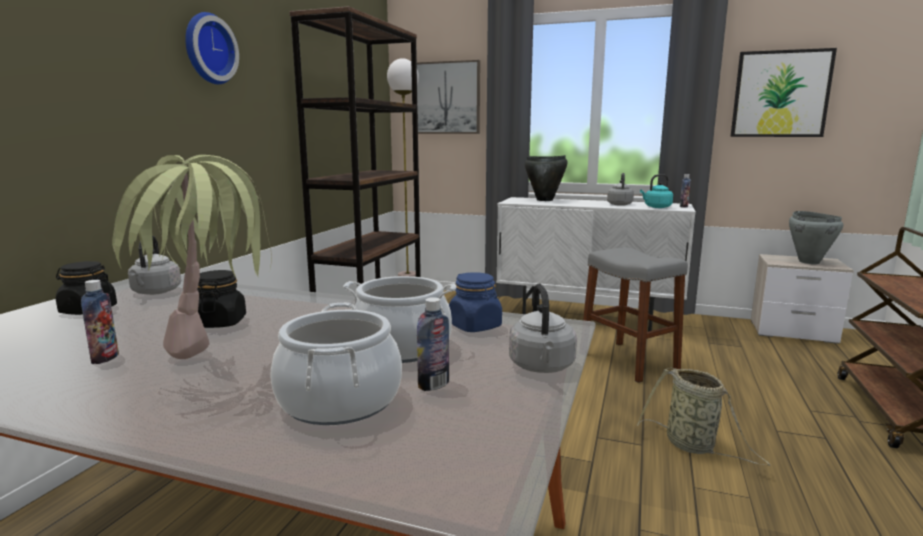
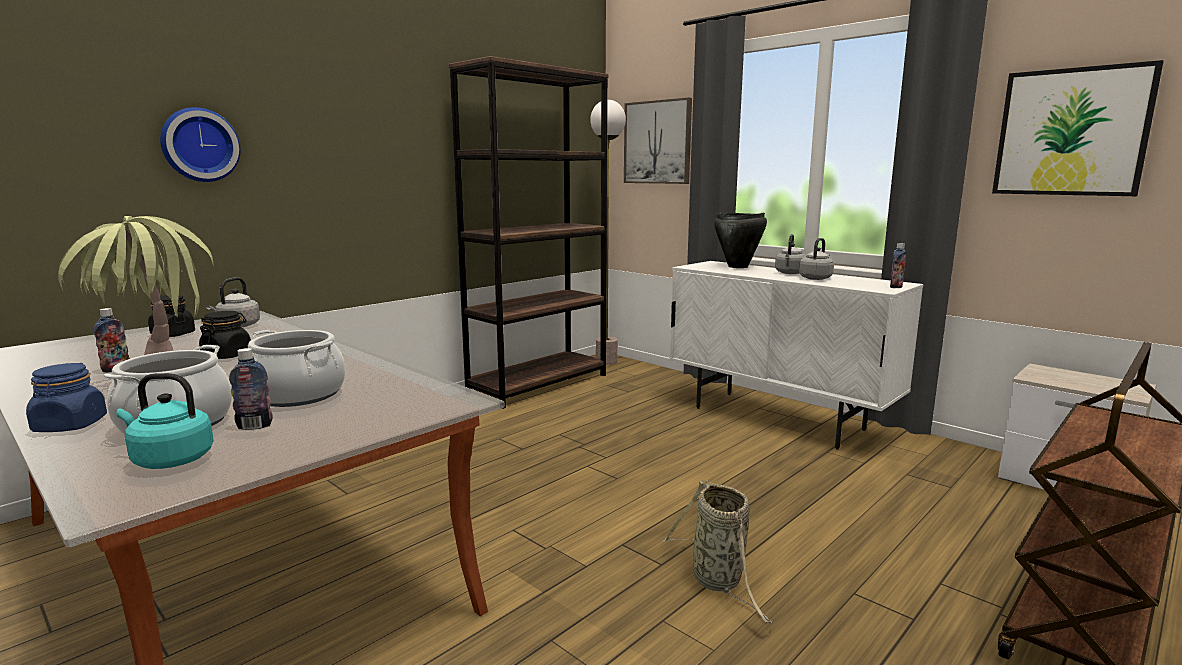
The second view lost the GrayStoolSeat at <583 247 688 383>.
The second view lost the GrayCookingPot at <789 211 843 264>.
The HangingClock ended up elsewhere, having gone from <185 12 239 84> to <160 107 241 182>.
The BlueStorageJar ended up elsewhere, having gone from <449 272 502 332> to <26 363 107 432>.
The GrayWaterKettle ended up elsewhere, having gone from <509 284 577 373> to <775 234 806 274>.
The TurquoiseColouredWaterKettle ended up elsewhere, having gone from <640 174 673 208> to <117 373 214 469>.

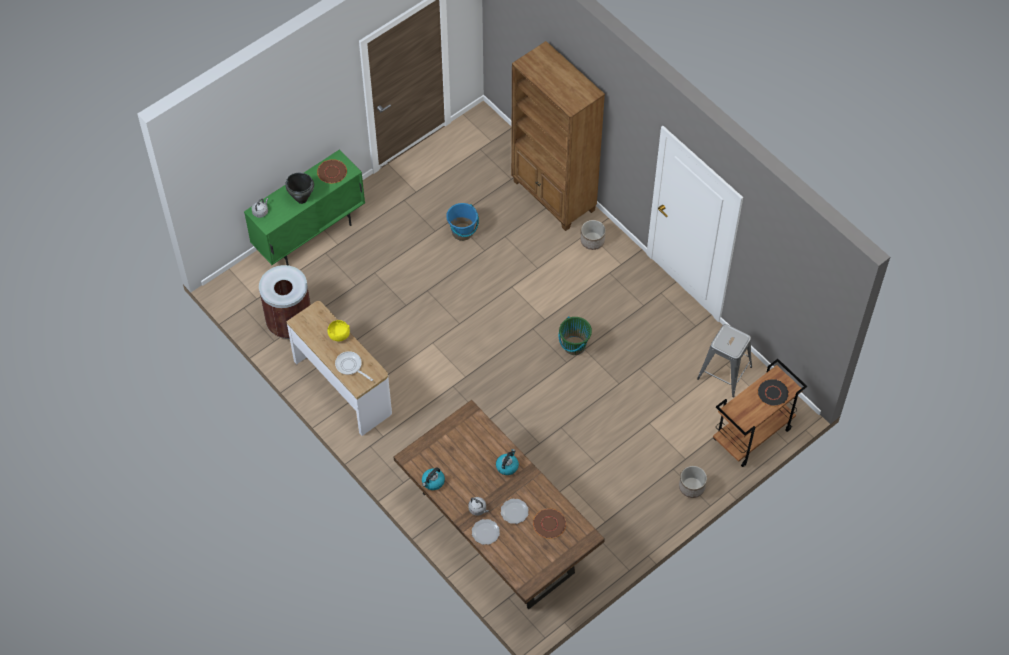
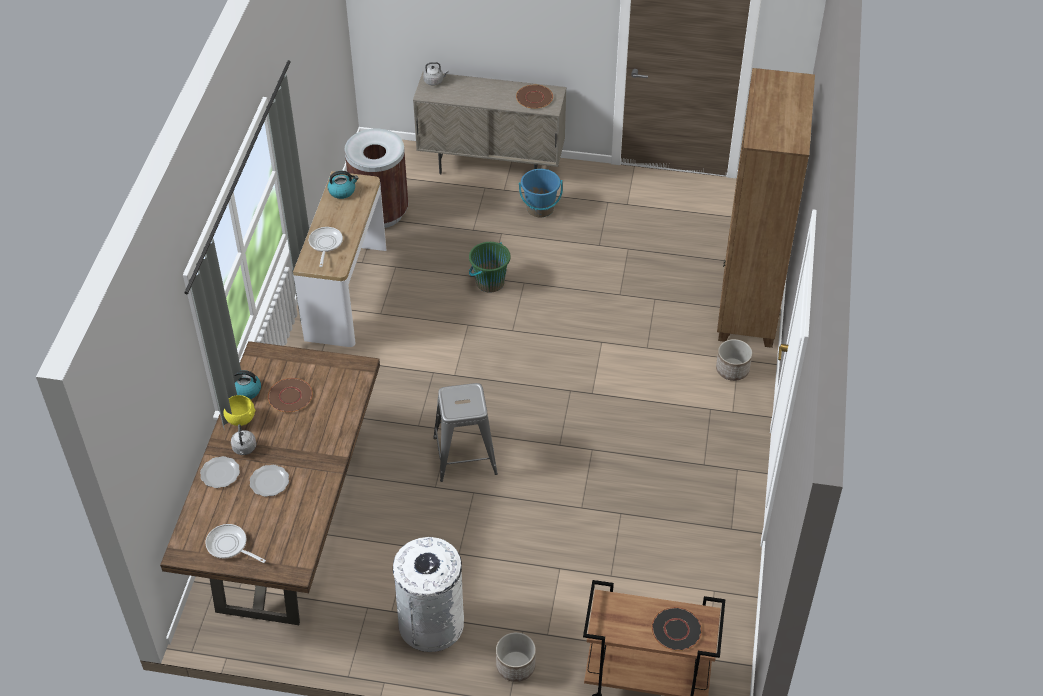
The second view lost the BlackColouredCookingPot at <285 173 314 204>.
The second view gained the Skillet at <206 524 266 563>.
The second view gained the WhitishRubbishBin at <393 537 464 652>.
The YellowColouredServingBowl ended up elsewhere, having gone from <327 320 350 341> to <224 395 255 426>.
The BluePail ended up elsewhere, having gone from <446 203 479 241> to <519 169 563 217>.
The WaterKettle ended up elsewhere, having gone from <496 449 519 475> to <328 171 359 199>.
The BrownDinnerPlate ended up elsewhere, having gone from <533 508 566 539> to <268 378 313 412>.
The GreenPail ended up elsewhere, having gone from <559 317 592 355> to <469 242 510 293>.
The GrayStoolSeat ended up elsewhere, having gone from <697 324 752 397> to <433 383 498 482>.
What was the GreenCupboard at <244 150 365 266> turned into the SandColouredCupboard at <413 71 566 174>.

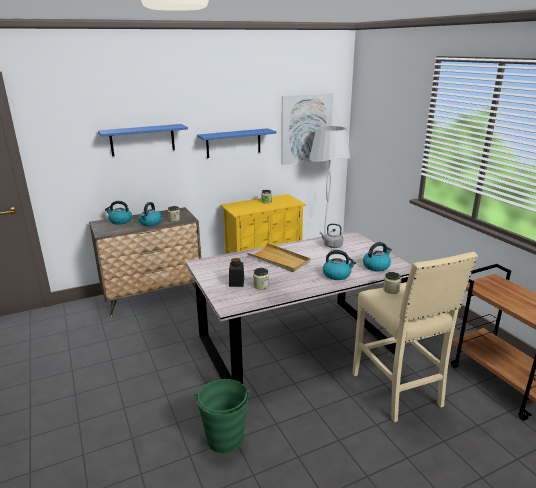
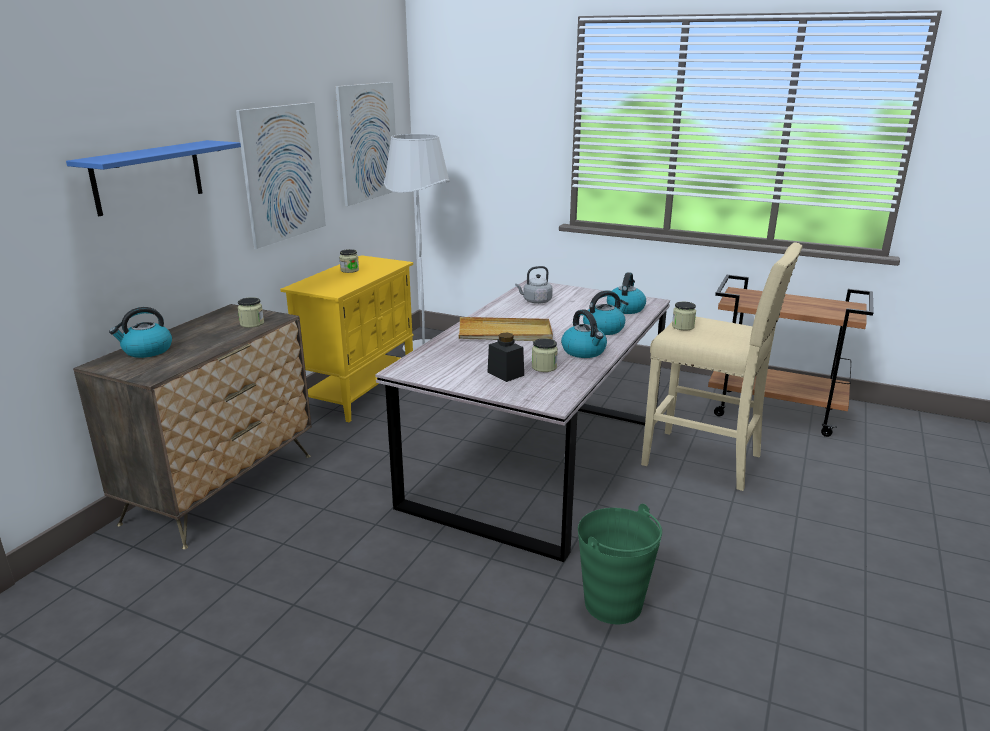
The WaterKettle ended up elsewhere, having gone from <139 202 162 226> to <561 309 607 358>.
Where the BlueBracketShelf hung at <197 128 276 158>, the WallArt came to hang at <236 102 326 249>.

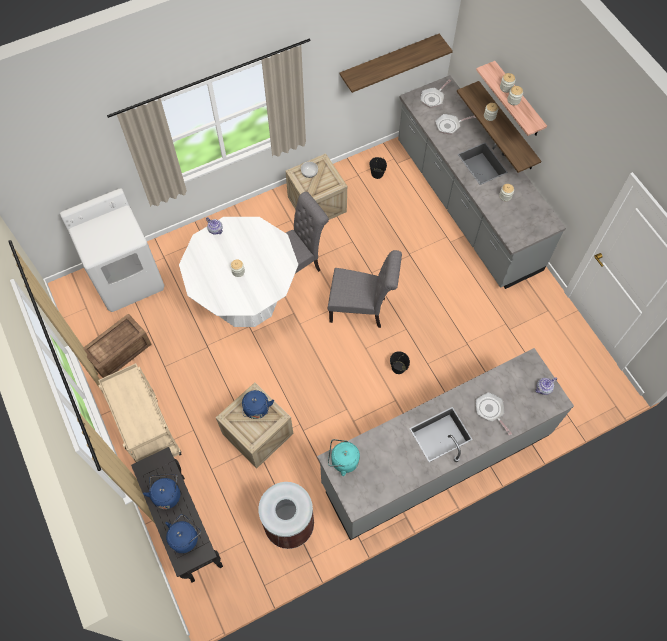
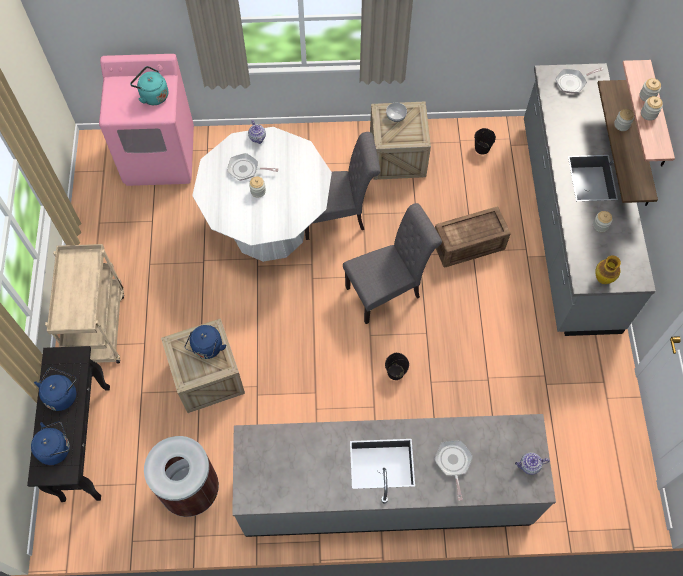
The second view lost the BracketShelf at <339 34 453 93>.
The second view gained the FlowerVase at <595 256 621 284>.
The ShippingCrate ended up elsewhere, having gone from <83 314 151 378> to <435 207 511 268>.
The TurquoiseColouredWaterKettle ended up elsewhere, having gone from <328 439 360 476> to <130 66 168 105>.
The Skillet ended up elsewhere, having gone from <435 114 476 135> to <227 153 278 181>.
What was the WhitishWashingMachine at <60 188 165 312> turned into the PinkColouredWashingMachine at <99 54 194 186>.
The GrayPlainChair at <328 250 402 328> ended up facing another way, 60 degrees counterclockwise from before.

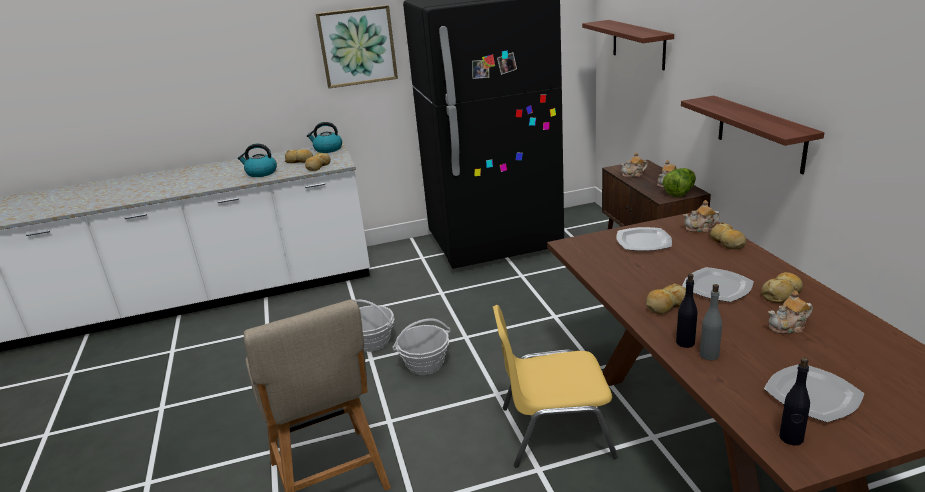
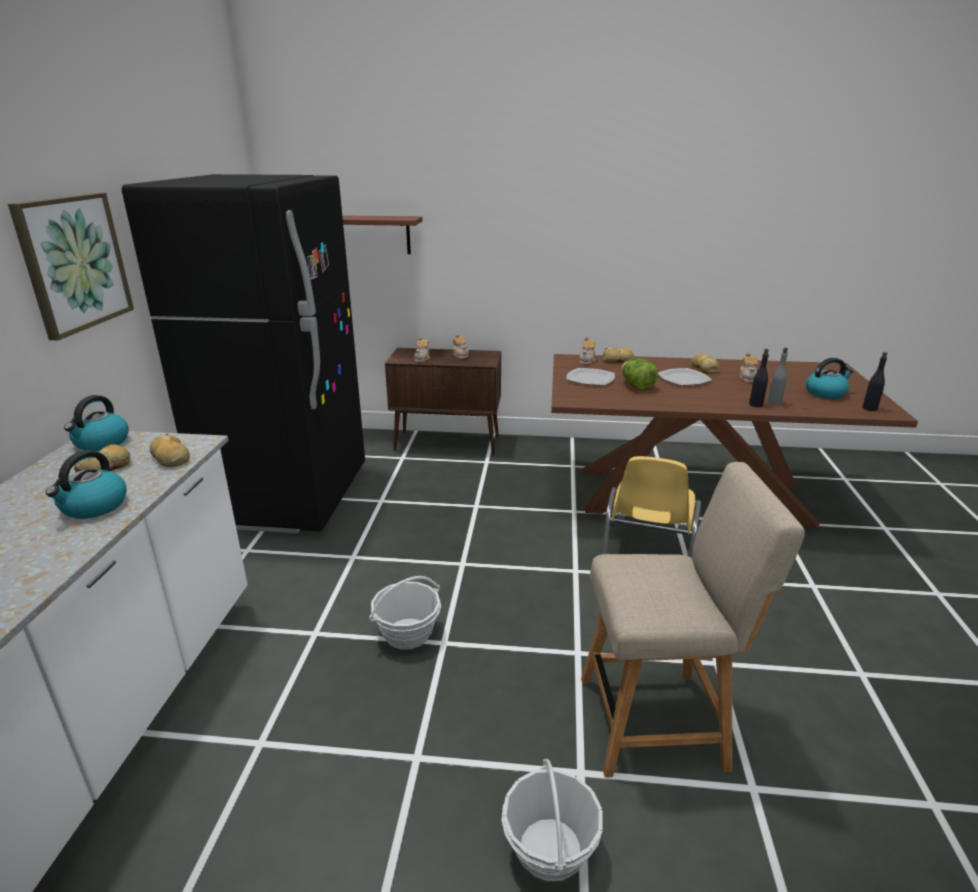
The second view lost the BakeryBread at <646 283 686 314>.
The second view lost the BracketShelf at <681 95 825 174>.
The Basket ended up elsewhere, having gone from <393 318 451 375> to <502 759 603 882>.
The LettuceHead ended up elsewhere, having gone from <663 168 696 197> to <621 359 658 391>.
Where the DinnerPlate stood at <764 364 864 422>, the WaterKettle came to stand at <806 358 853 399>.

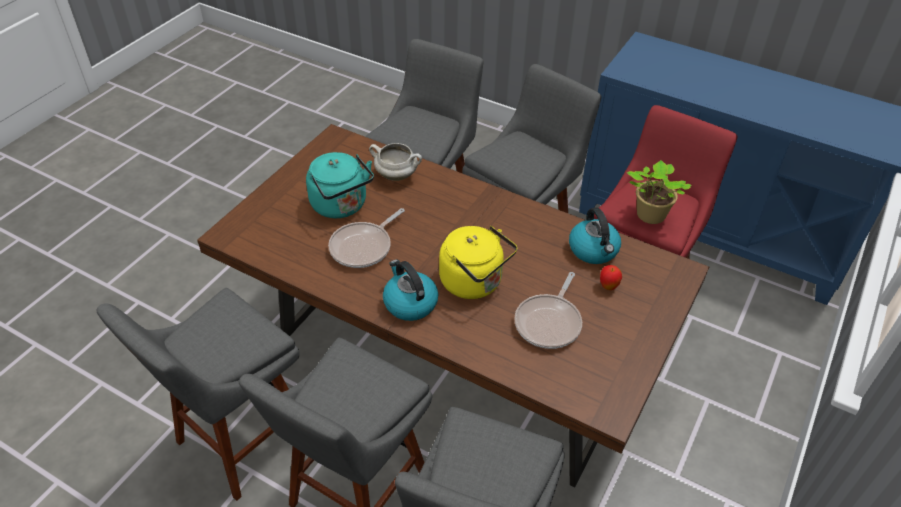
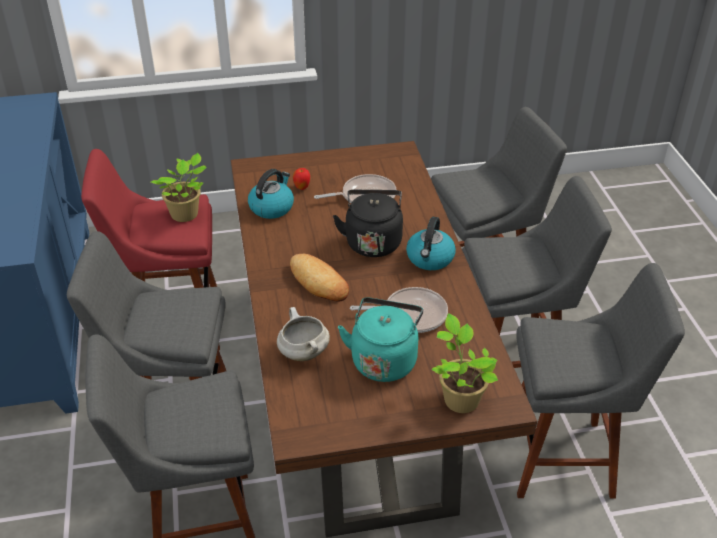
The second view gained the BakeryBread at <290 254 349 302>.
The second view gained the PottedPlant at <432 313 498 413>.
What was the YellowColouredWaterKettle at <439 226 518 299> turned into the BlackColouredWaterKettle at <333 190 403 257>.

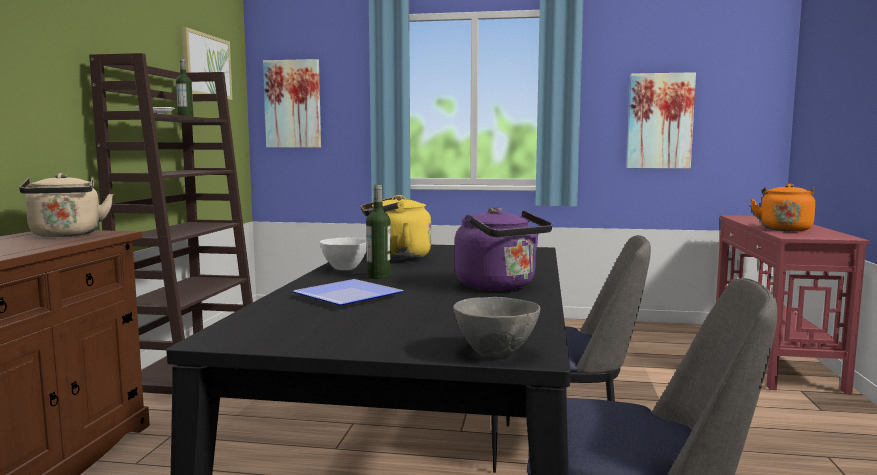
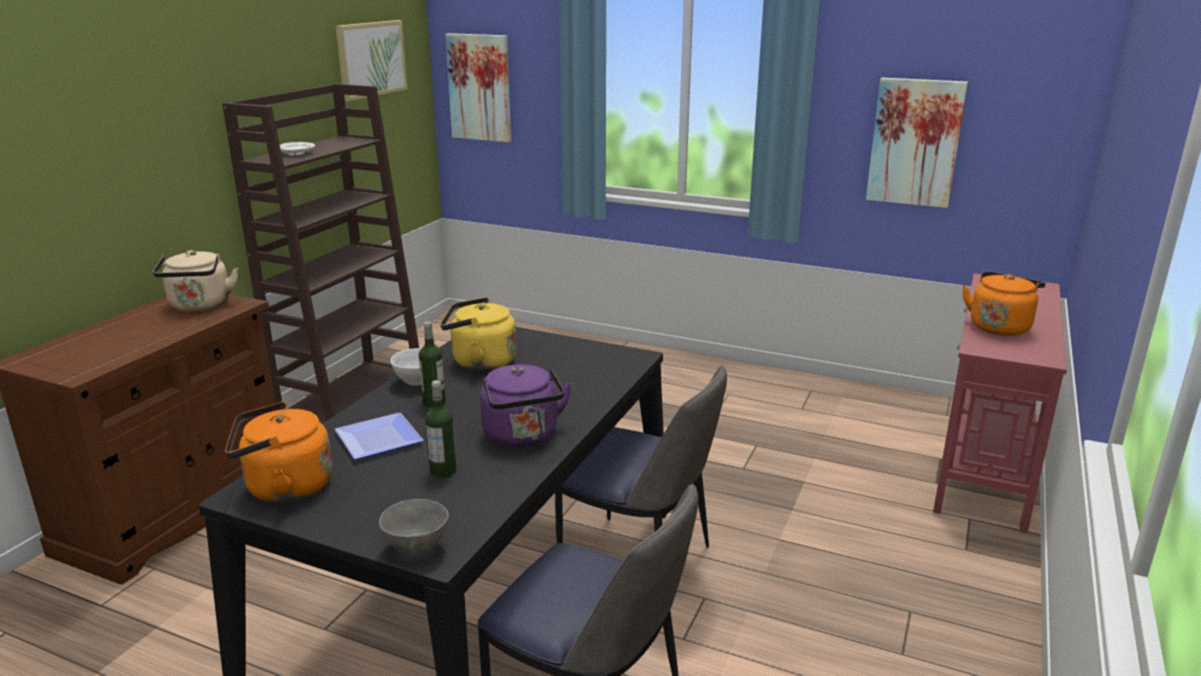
The second view gained the OrangeyWaterKettle at <225 402 332 503>.
The DrinkBottle ended up elsewhere, having gone from <176 59 194 117> to <425 380 456 478>.

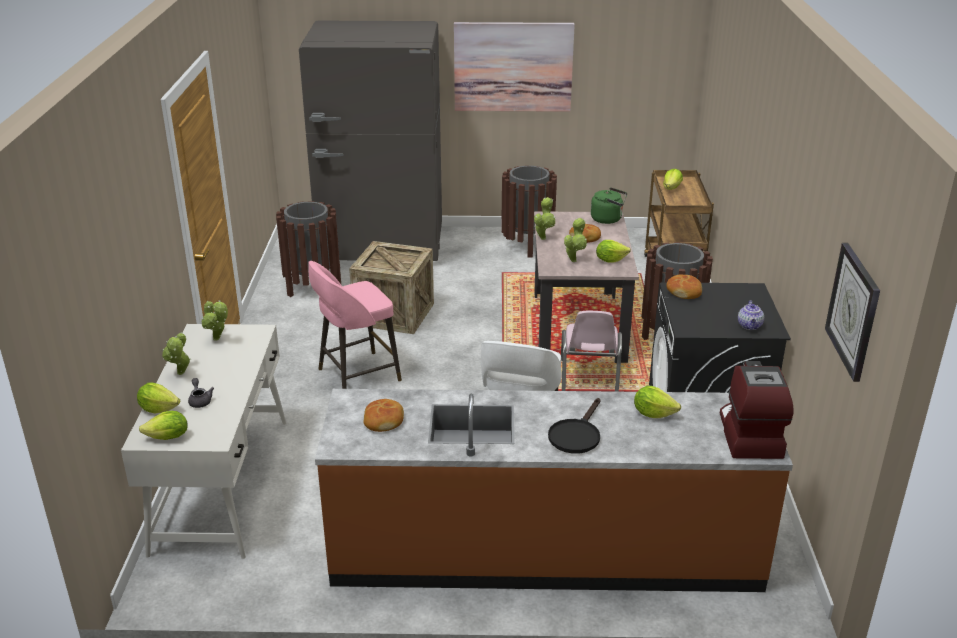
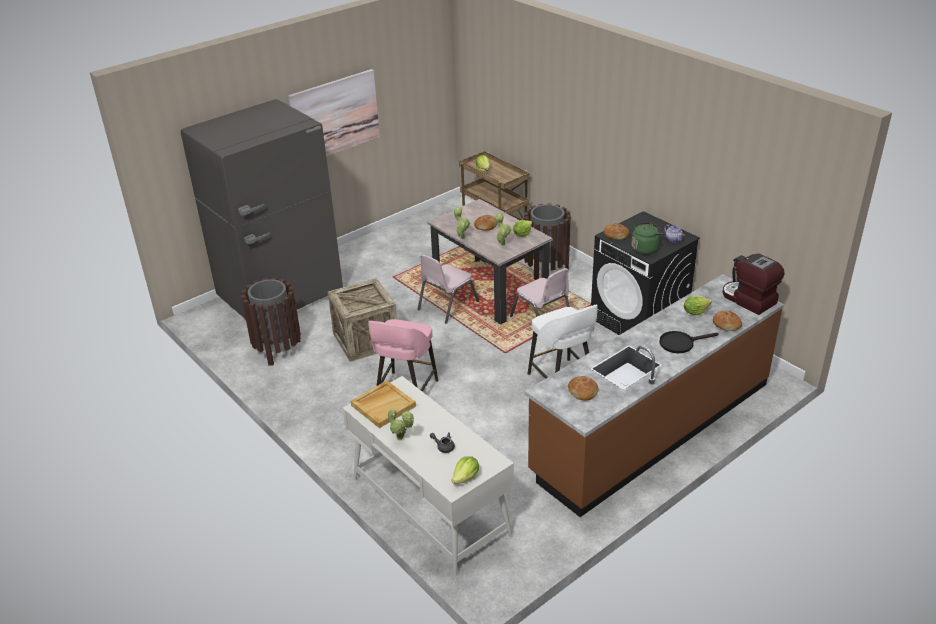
The second view lost the LettuceHead at <137 382 180 413>.
The second view lost the BrownRubbishBin at <501 166 557 258>.
The second view lost the HangingClock at <825 243 880 382>.
The second view gained the PinkColouredPlainChair at <417 254 479 324>.
The second view gained the BakeryBread at <713 311 742 331>.
The GreenWaterKettle ended up elsewhere, having gone from <591 187 627 224> to <631 222 666 255>.
Where the PottedPlant stood at <202 300 228 341>, the SandColouredTray came to stand at <351 381 416 428>.
The BlackColouredSkillet at <548 398 601 454> ended up facing another way, 90 degrees clockwise from before.

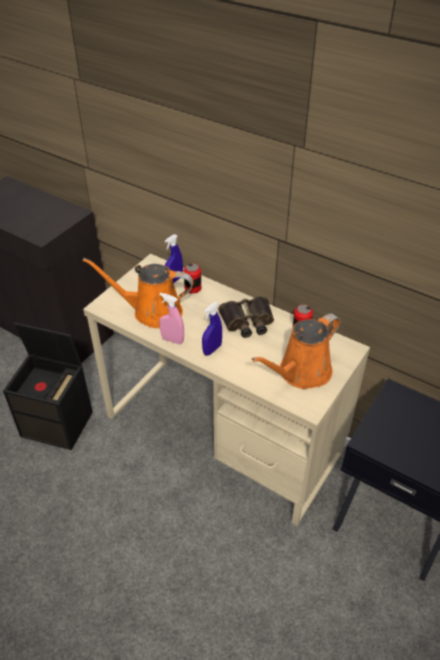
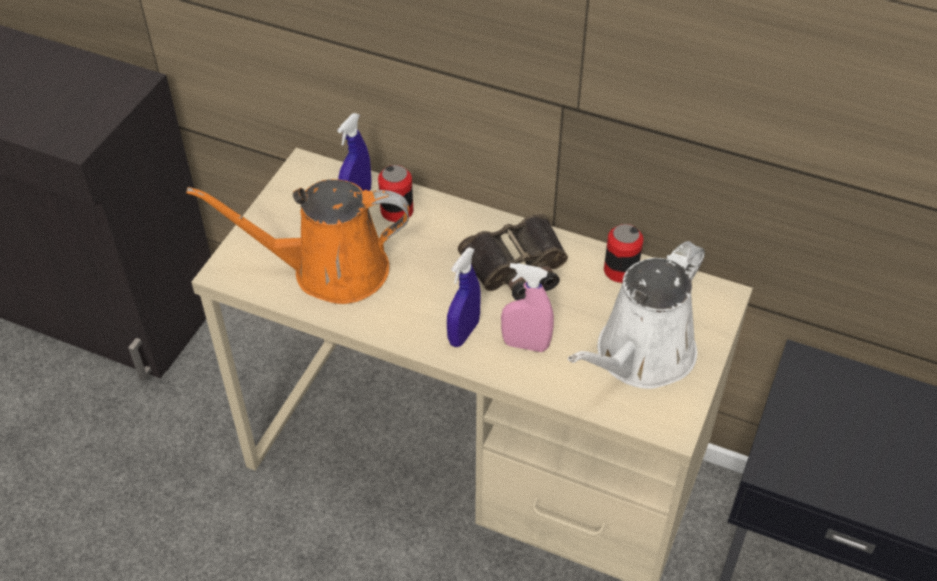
The second view lost the BlackColouredStorageBin at <3 323 93 450>.
The PinkColouredSprayer ended up elsewhere, having gone from <159 293 184 344> to <501 263 554 352>.
What was the OrangeyWateringPot at <252 313 341 389> turned into the WhitishWateringPot at <568 241 705 389>.

